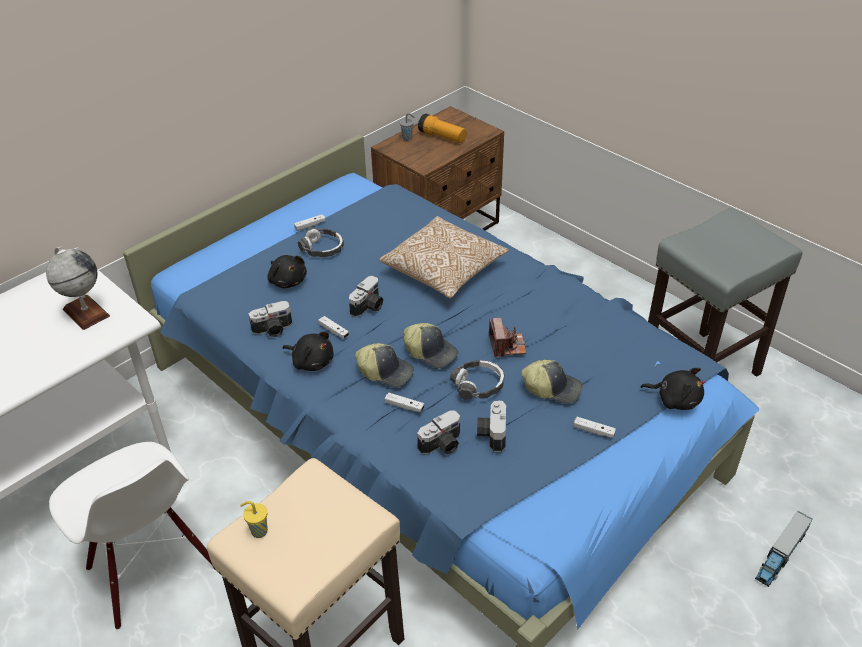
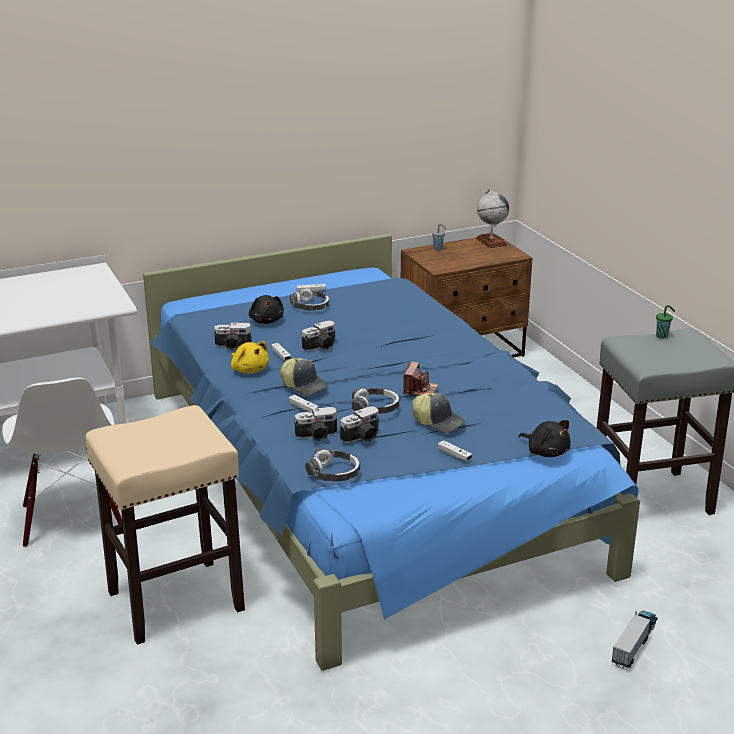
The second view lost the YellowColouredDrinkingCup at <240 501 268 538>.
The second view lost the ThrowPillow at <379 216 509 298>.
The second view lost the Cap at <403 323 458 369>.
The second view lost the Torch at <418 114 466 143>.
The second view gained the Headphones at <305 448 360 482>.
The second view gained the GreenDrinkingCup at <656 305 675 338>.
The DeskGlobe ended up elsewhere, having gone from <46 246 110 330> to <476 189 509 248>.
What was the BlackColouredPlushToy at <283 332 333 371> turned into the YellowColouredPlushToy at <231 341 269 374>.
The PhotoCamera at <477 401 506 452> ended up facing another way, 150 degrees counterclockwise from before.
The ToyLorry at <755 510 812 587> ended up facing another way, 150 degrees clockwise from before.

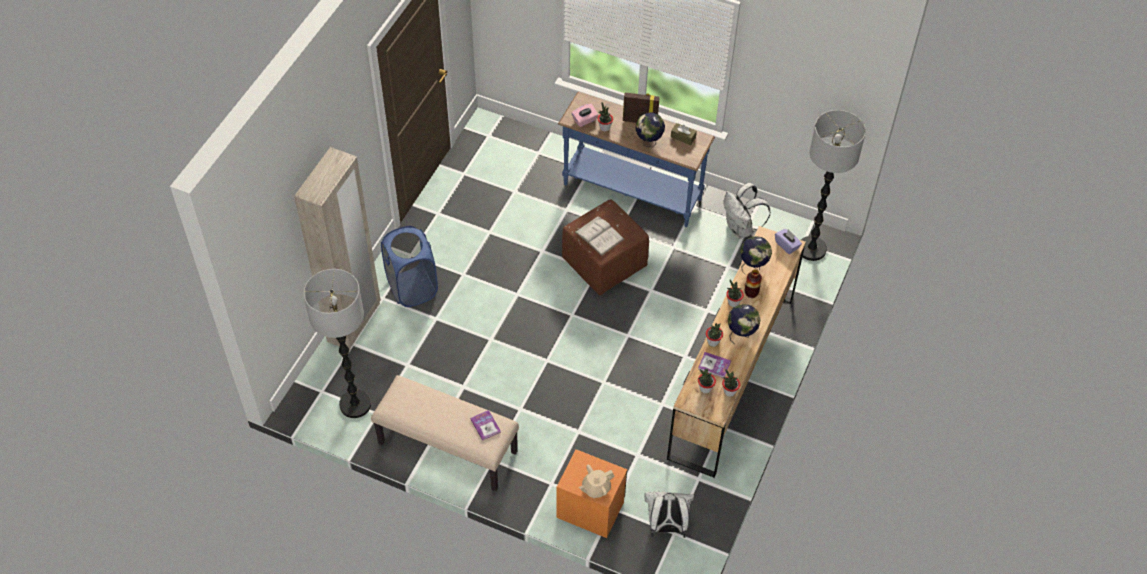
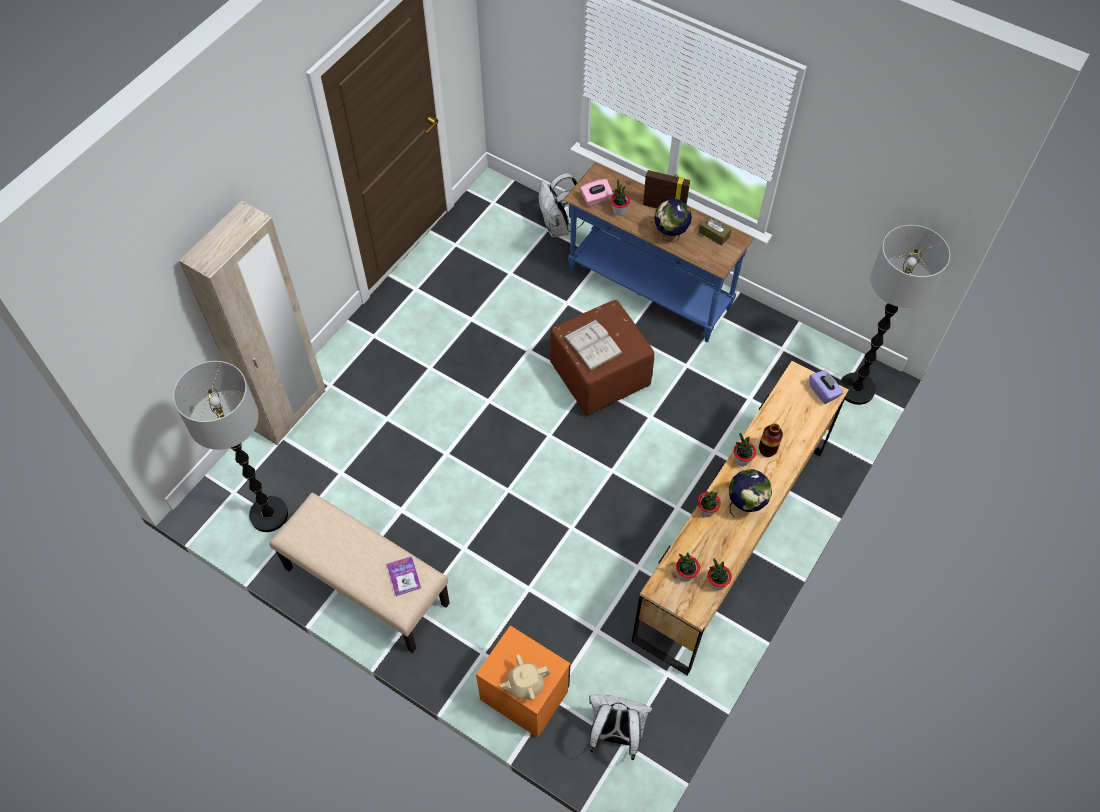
The second view lost the BlueHamper at <381 226 438 307>.
The second view lost the Book at <698 352 731 378>.
The second view lost the DeskGlobe at <740 236 772 275>.
The WhitishBackpack ended up elsewhere, having gone from <724 183 771 239> to <539 173 585 237>.

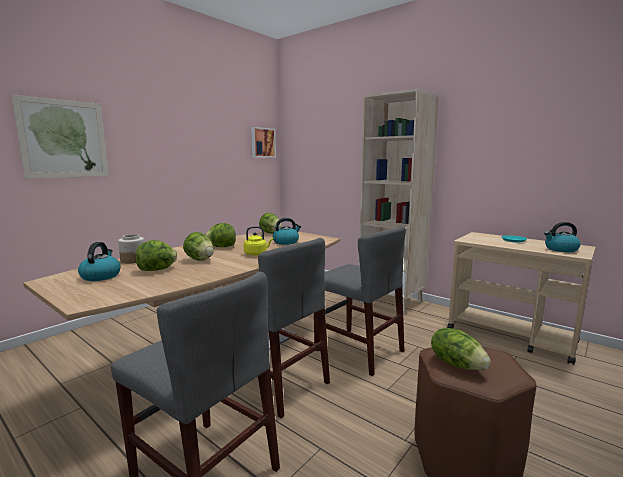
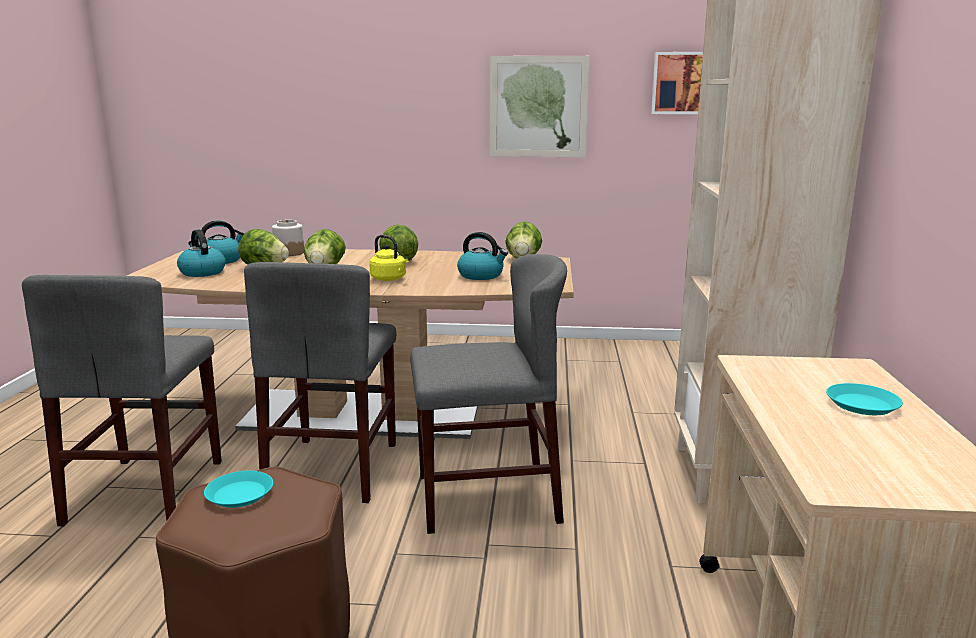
The WallArt ended up elsewhere, having gone from <11 95 109 179> to <490 56 590 157>.
The WaterKettle ended up elsewhere, having gone from <544 222 581 252> to <177 230 226 277>.
Where the LettuceHead stood at <431 328 491 370>, the TurquoiseColouredDinnerPlate came to stand at <204 471 273 508>.
The GrayPlainChair at <314 226 406 376> ended up facing another way, 105 degrees counterclockwise from before.

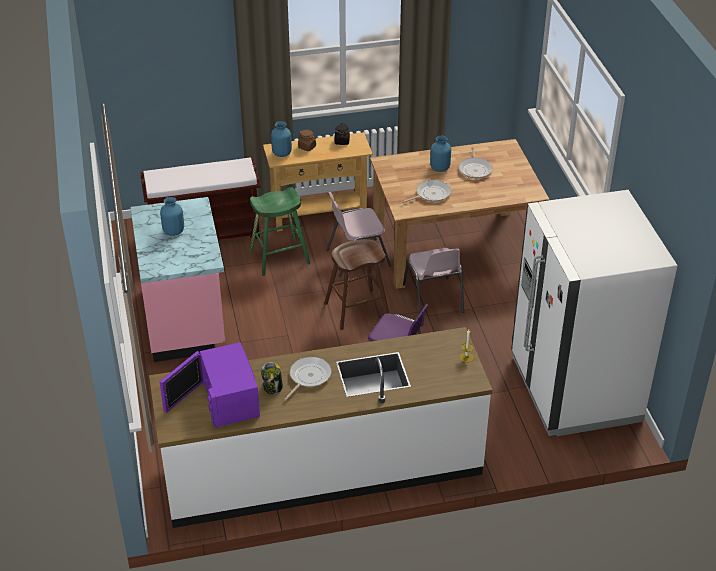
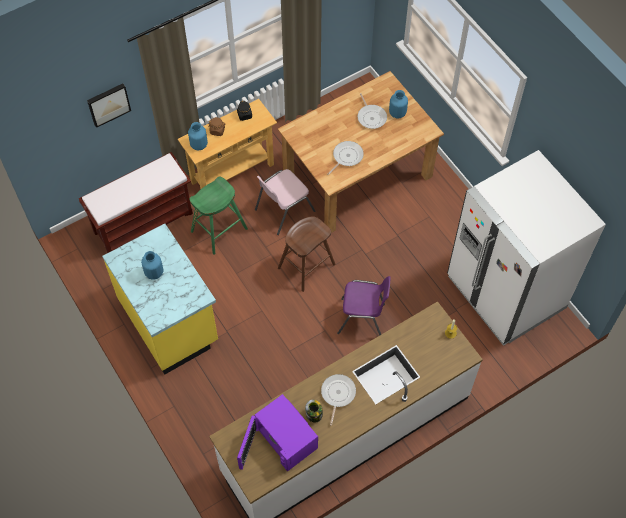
The second view lost the PinkColouredPlainChair at <403 248 464 314>.
The second view gained the WallArt at <87 84 131 128>.
The BlueFlowerVase ended up elsewhere, having gone from <430 136 451 172> to <389 90 408 118>.
What was the PinkColouredKitchenCounter at <130 197 225 362> turned into the YellowColouredKitchenCounter at <102 224 218 375>.

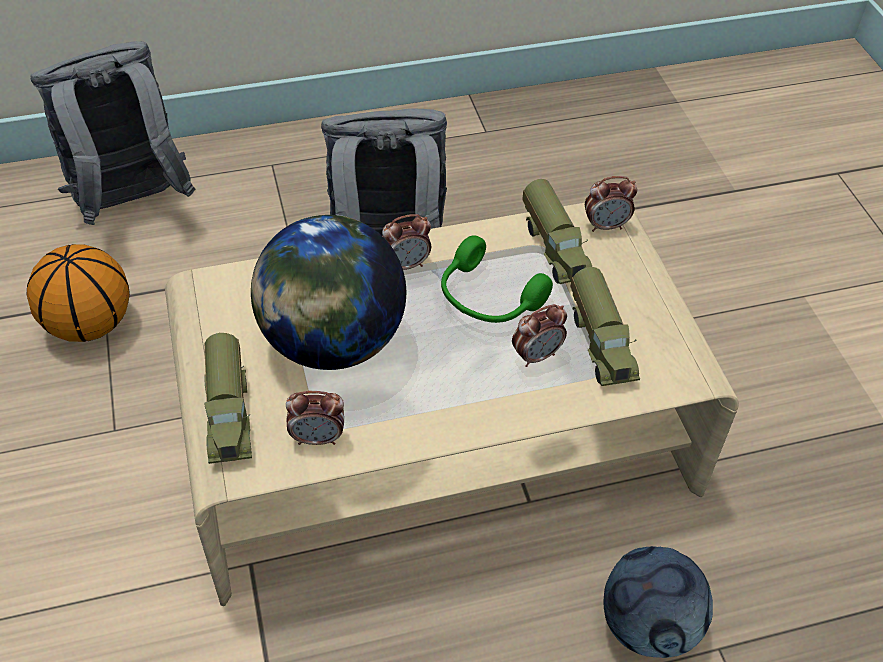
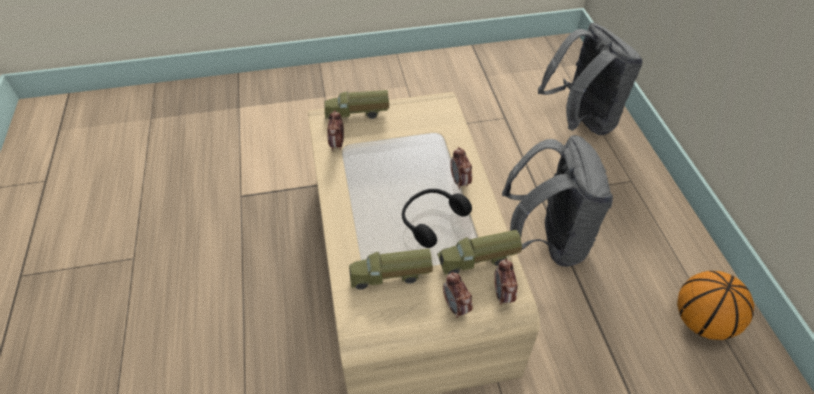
The second view lost the DeskGlobe at <251 215 406 370>.
The second view lost the Football at <603 546 713 658>.
The BallForBasketball ended up elsewhere, having gone from <27 244 130 342> to <677 271 754 340>.
The AlarmClock ended up elsewhere, having gone from <512 304 567 367> to <443 272 473 318>.
What was the GreenHeadphones at <441 235 553 323> turned into the BlackColouredHeadphones at <402 189 472 248>.

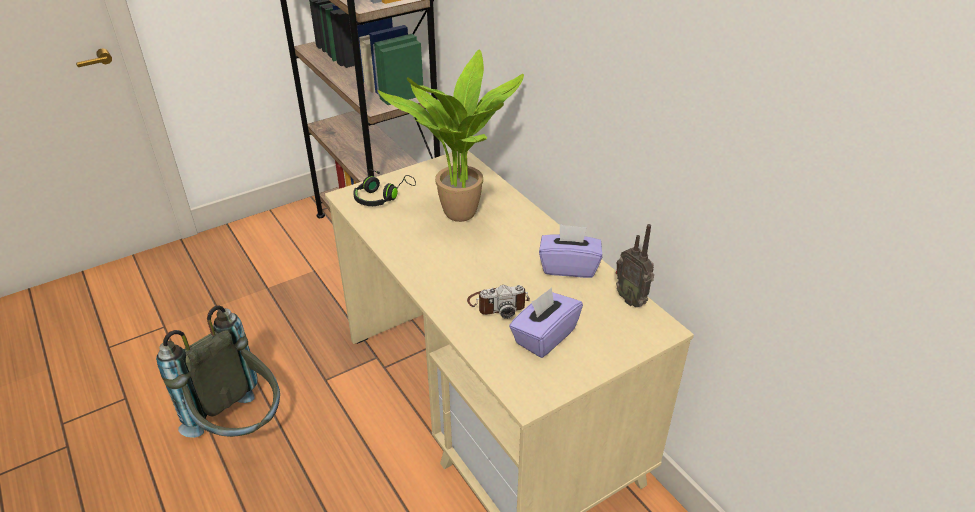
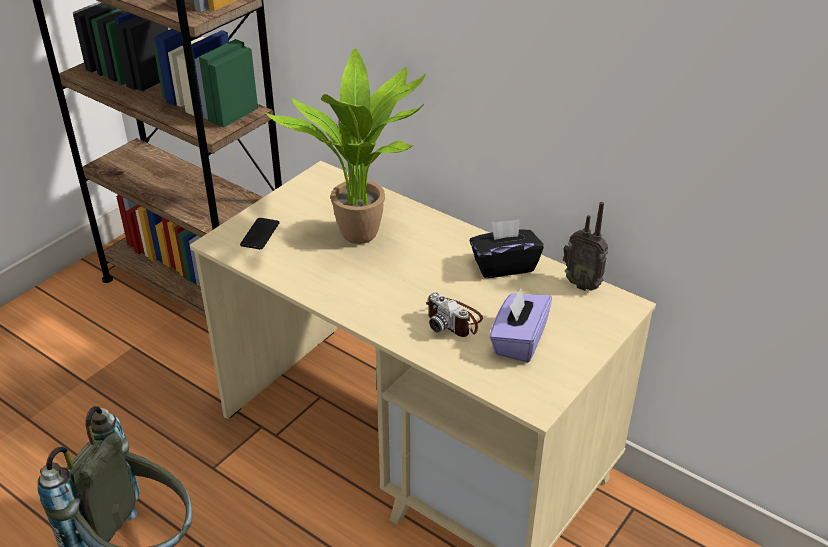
Where the BlackColouredHeadphones stood at <353 169 416 206>, the Handset came to stand at <240 218 280 249>.
What was the PurpleColouredTissueHolder at <539 224 602 278> turned into the BlackColouredTissueHolder at <470 219 544 278>.
The PhotoCamera at <467 285 530 319> ended up facing another way, 75 degrees clockwise from before.

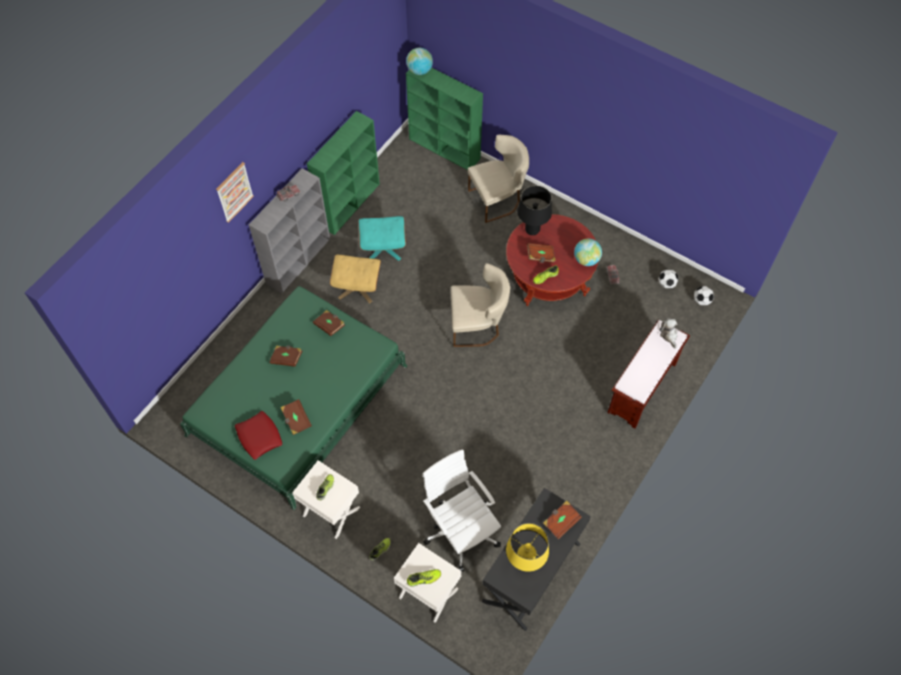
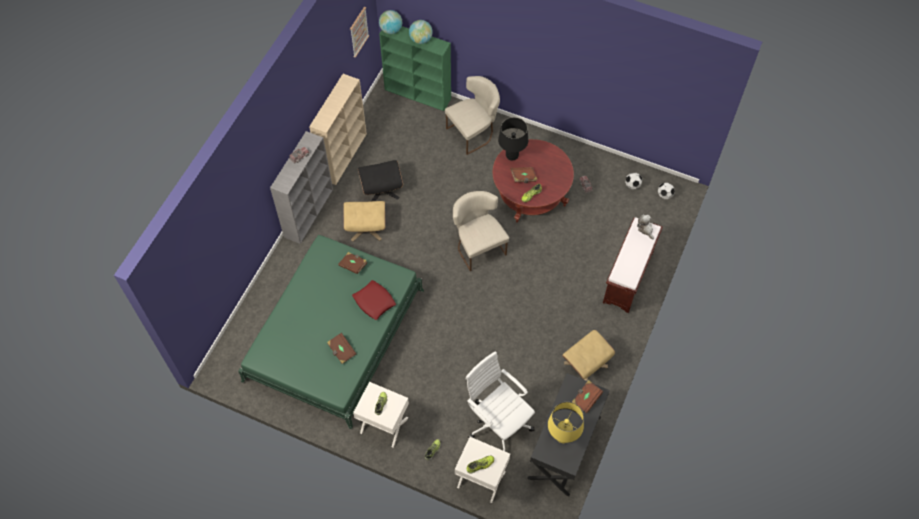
The second view lost the BrownBook at <269 346 302 367>.
The second view gained the SandColouredFootrest at <563 330 615 381>.
The WallArt ended up elsewhere, having gone from <216 162 254 223> to <350 7 369 58>.
The RedThrowPillow ended up elsewhere, having gone from <235 411 282 460> to <352 280 396 320>.
The DeskGlobe ended up elsewhere, having gone from <574 238 602 266> to <409 20 433 44>.
What was the GreenBookshelf at <307 111 380 235> turned into the SandColouredBookshelf at <309 74 367 185>.
What was the TurquoiseColouredFootrest at <359 216 406 261> turned into the BlackColouredFootrest at <358 160 403 201>.
The SandColouredPlainChair at <451 263 511 347> ended up facing another way, 105 degrees counterclockwise from before.

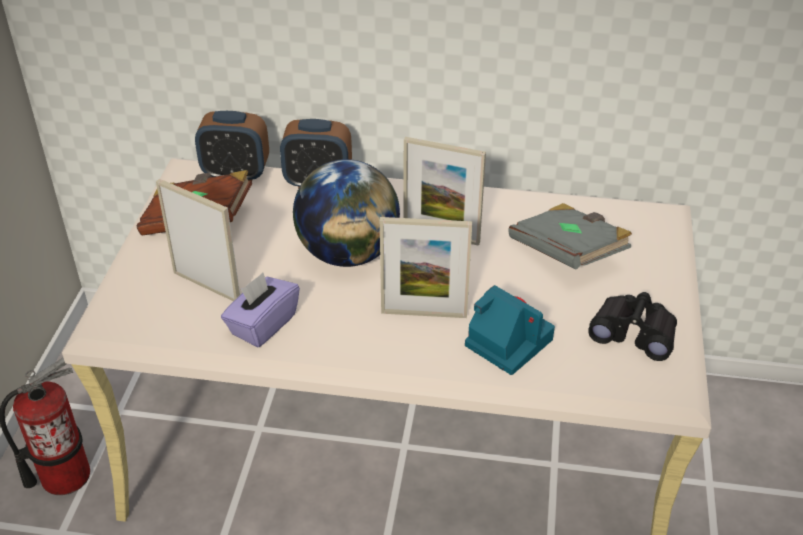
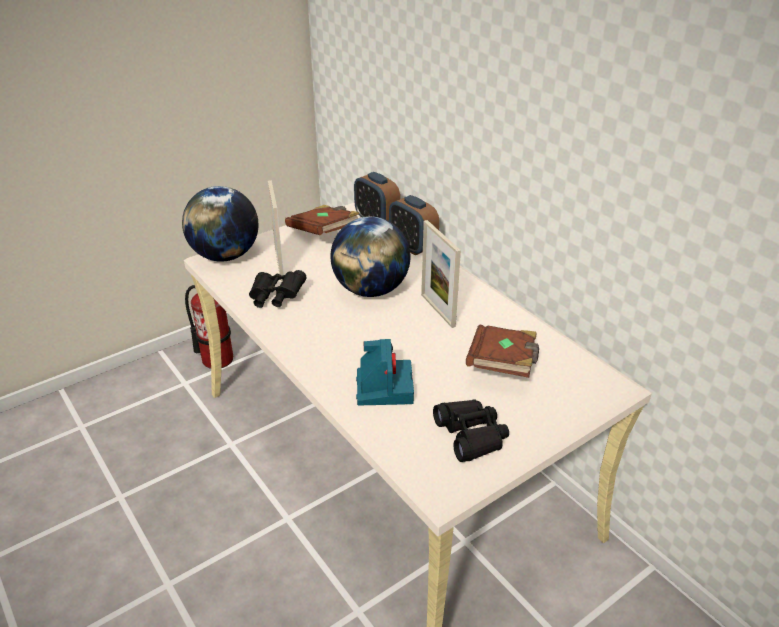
The second view lost the PhotoFrame at <380 217 472 318>.
The second view gained the DeskGlobe at <182 186 258 262>.
Where the PurpleColouredTissueHolder stood at <221 273 300 347>, the BlackColouredFieldGlasses came to stand at <249 270 306 308>.
What was the GrayBook at <509 203 632 269> turned into the BrownBook at <466 325 539 378>.

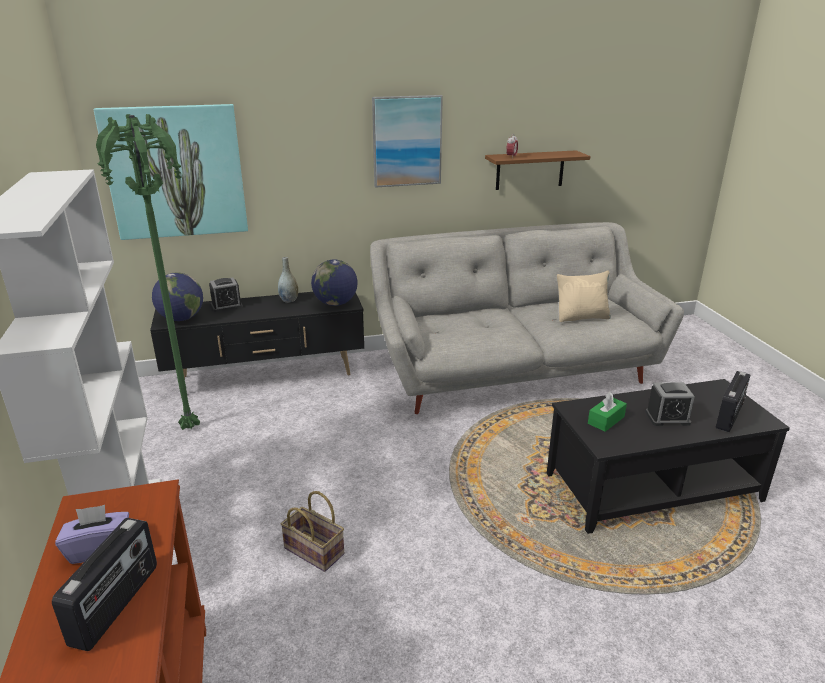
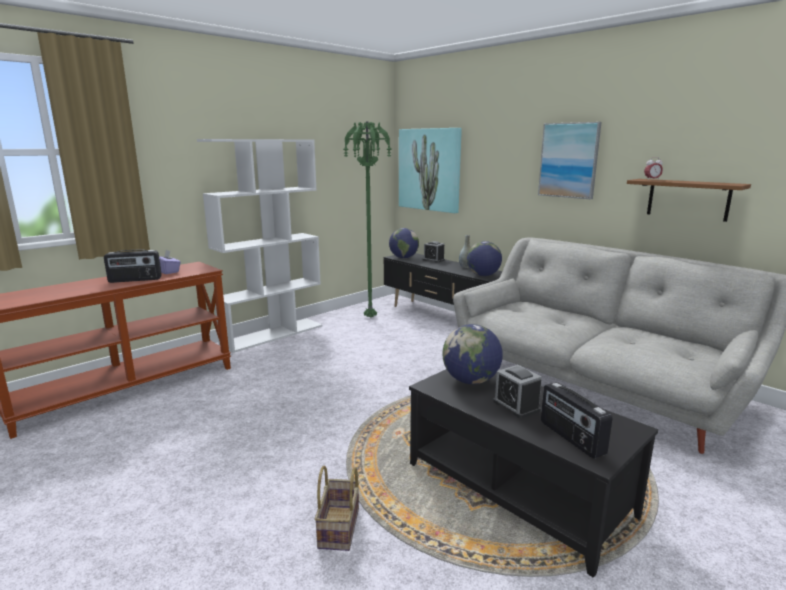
The second view lost the SandColouredThrowPillow at <557 270 611 322>.
The Basket ended up elsewhere, having gone from <281 491 344 572> to <314 466 359 551>.
Where the GreenTissueHolder stood at <588 392 627 432>, the DeskGlobe came to stand at <442 324 503 384>.
The RadioReceiver at <716 371 750 432> ended up facing another way, 60 degrees clockwise from before.

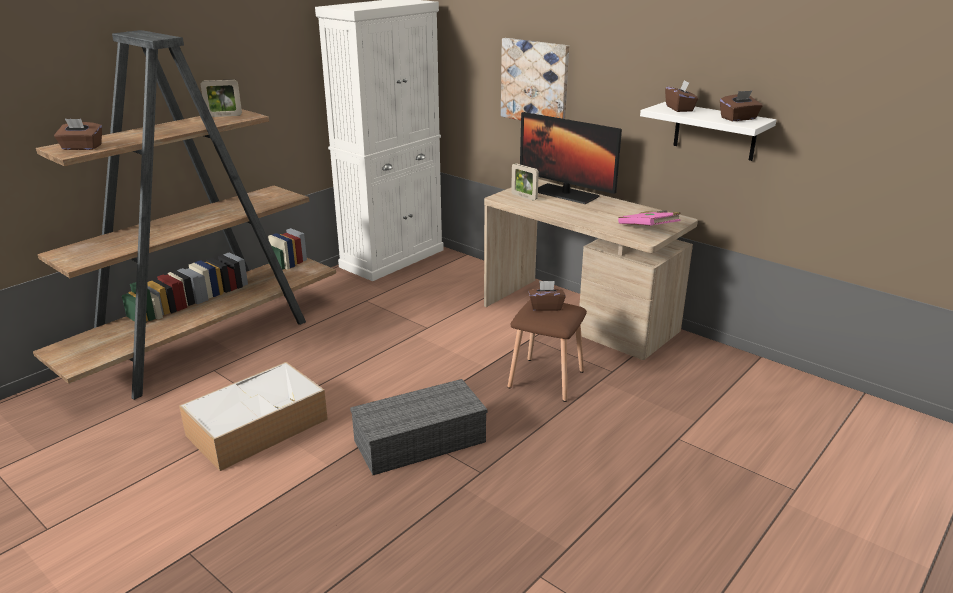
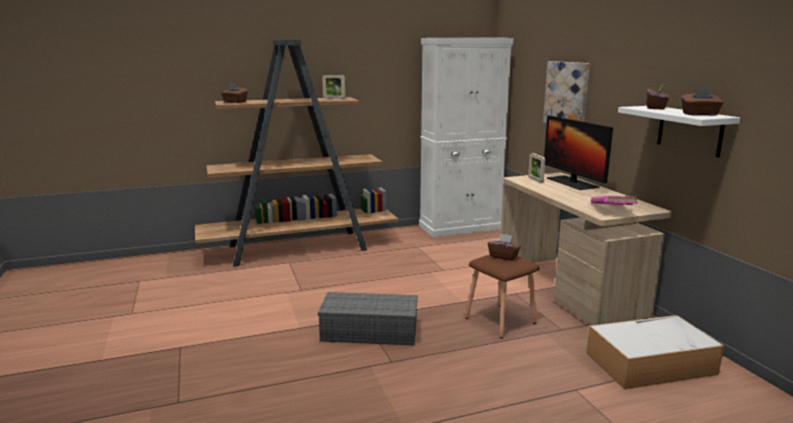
The StorageBin ended up elsewhere, having gone from <179 362 328 471> to <586 315 724 389>.

